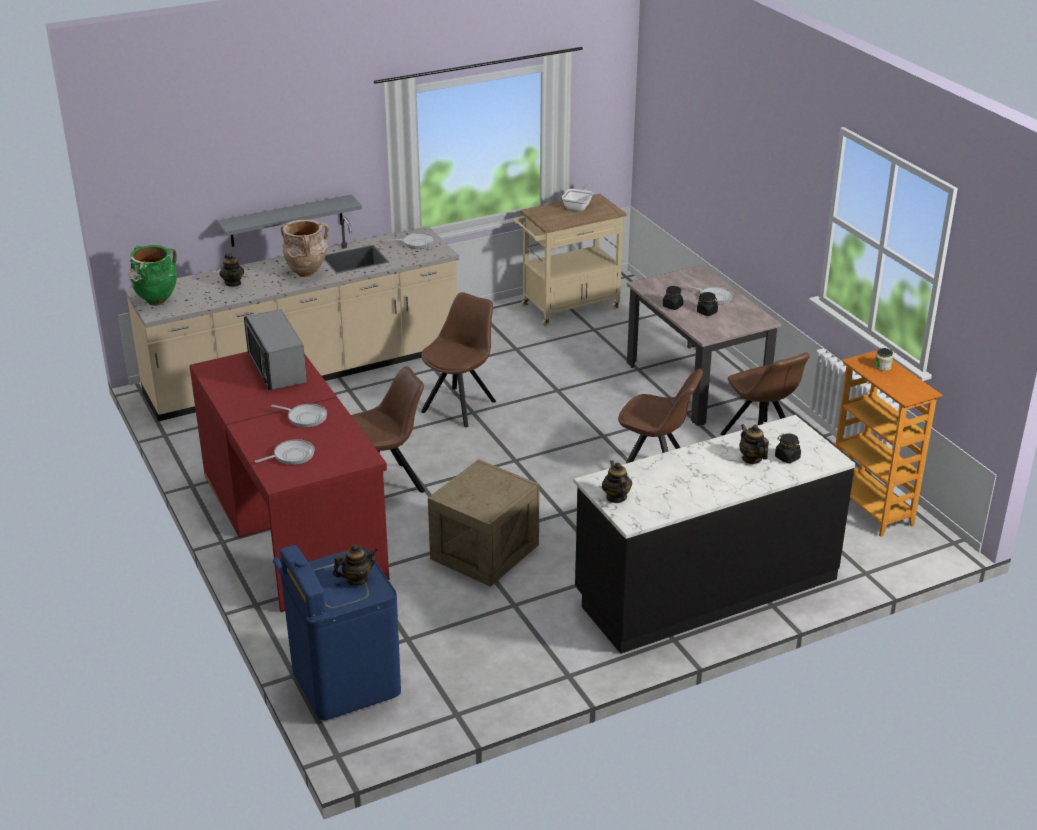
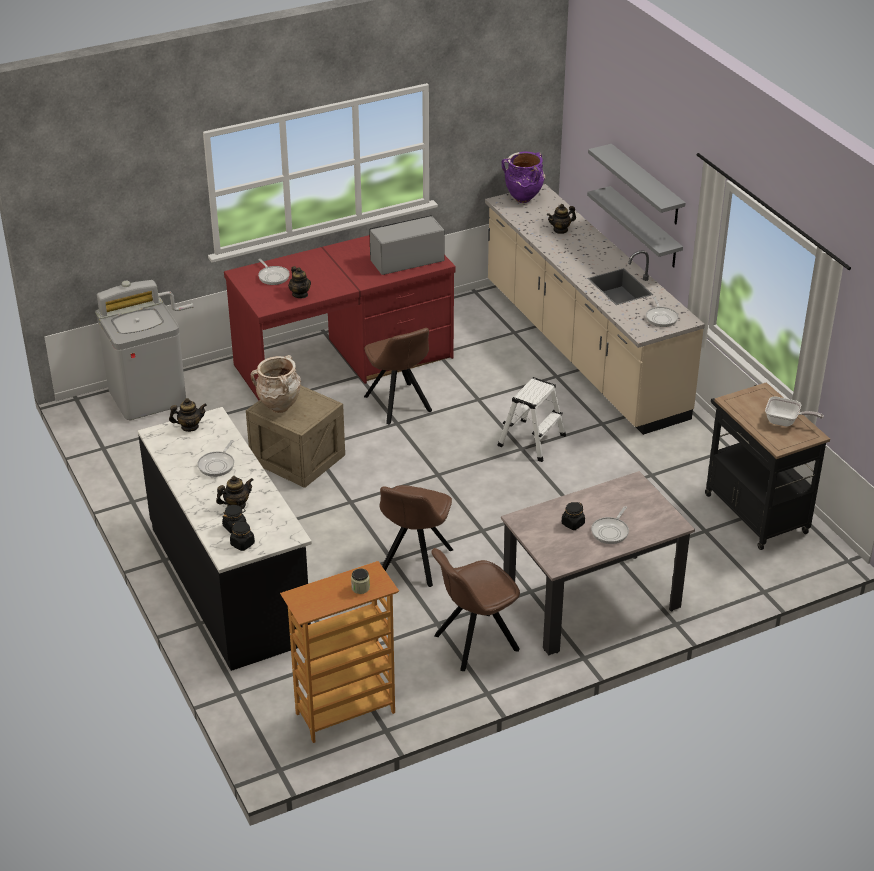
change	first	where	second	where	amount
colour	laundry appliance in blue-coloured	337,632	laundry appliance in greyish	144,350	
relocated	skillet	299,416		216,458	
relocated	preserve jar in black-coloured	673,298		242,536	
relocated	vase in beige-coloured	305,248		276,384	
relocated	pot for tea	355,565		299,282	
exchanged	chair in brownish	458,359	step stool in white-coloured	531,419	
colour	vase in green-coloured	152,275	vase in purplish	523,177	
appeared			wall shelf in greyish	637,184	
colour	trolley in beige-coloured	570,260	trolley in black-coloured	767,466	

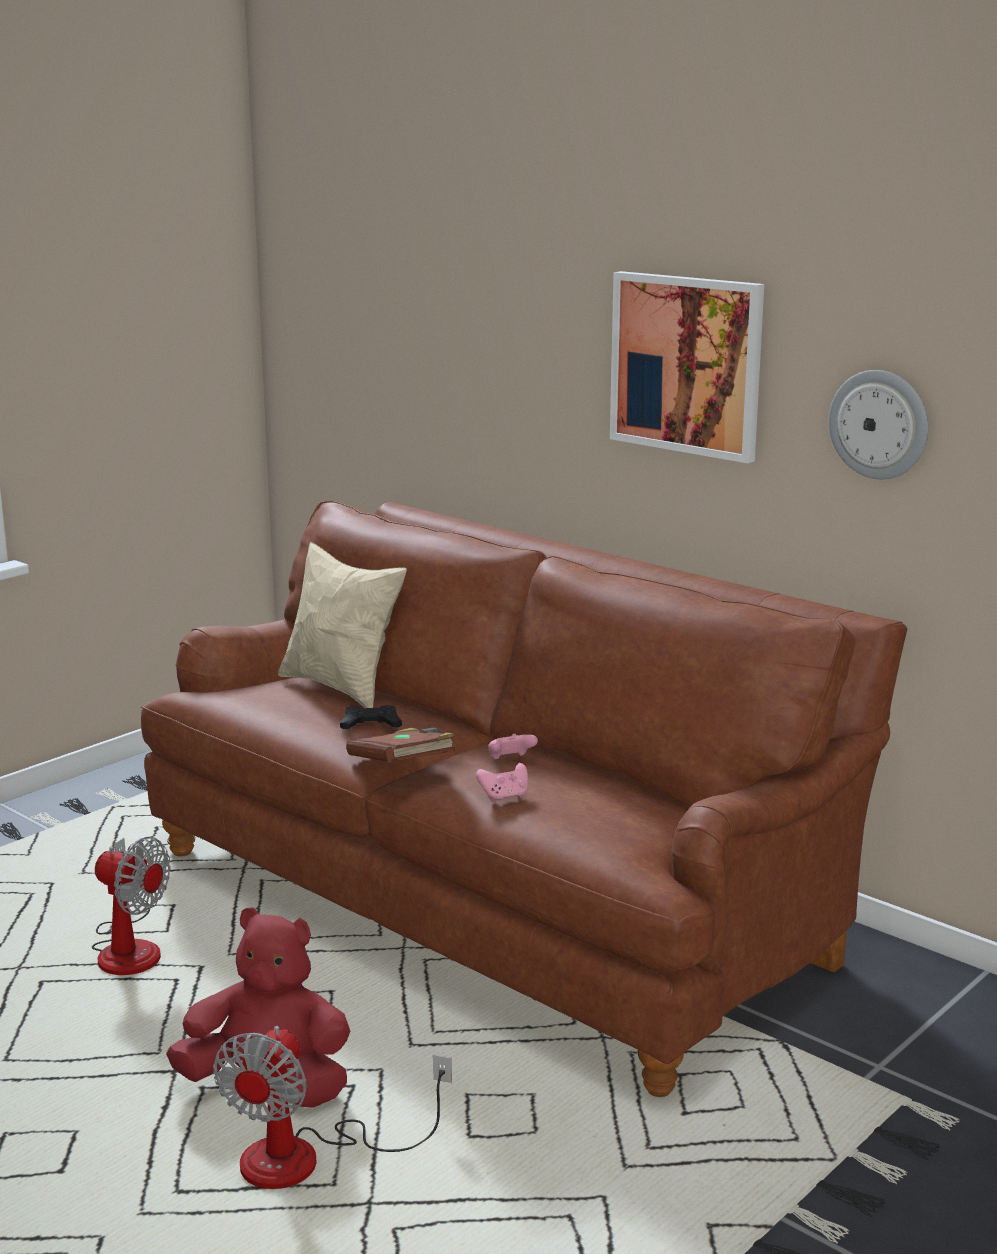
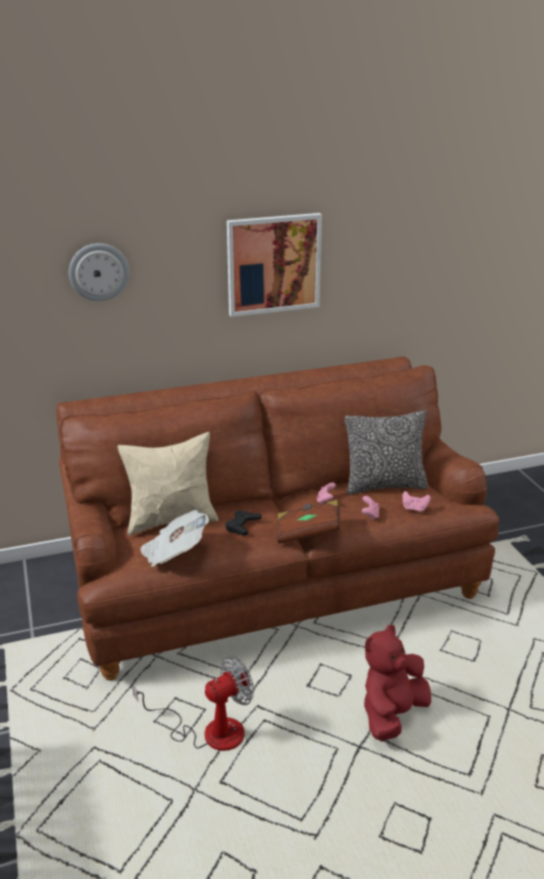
change	first	where	second	where	amount
relocated	hanging clock	878,424		99,272	
appeared			printed paper	174,538	
appeared			cushion	386,453	
appeared			joypad in pink	416,502	
missing	cooling fan	332,1107			

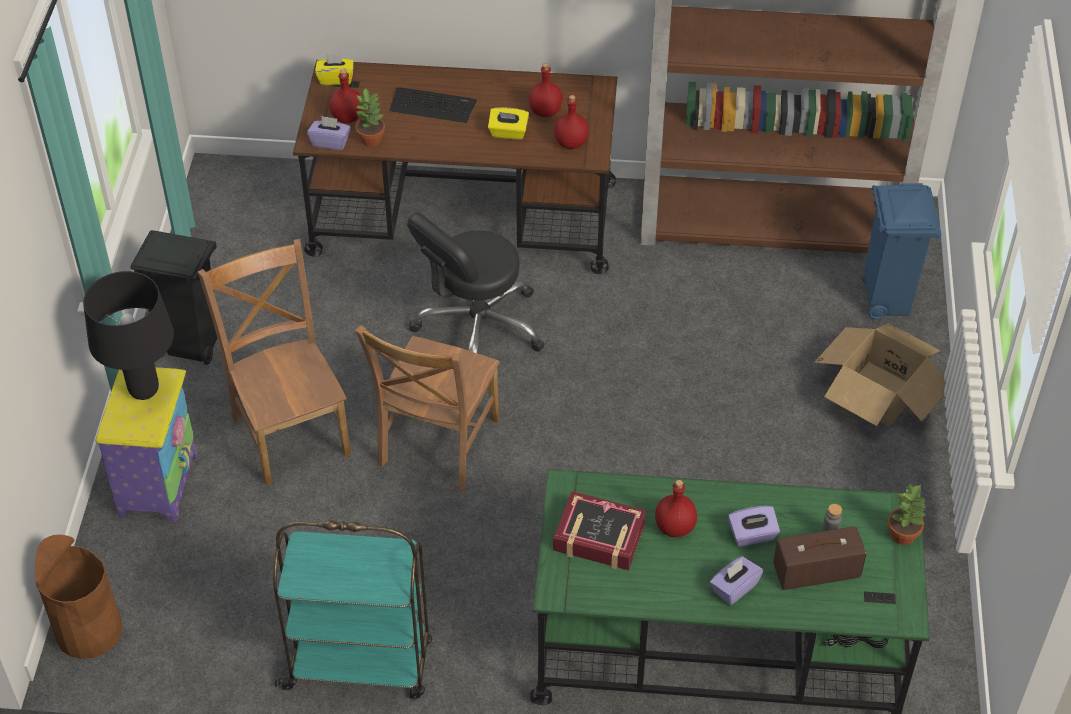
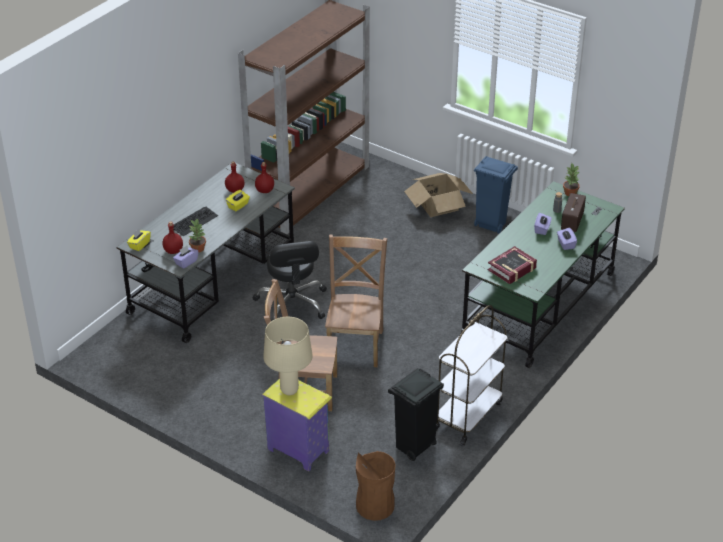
change	first	where	second	where	amount
colour	desk table in brownish	455,167	desk table in greyish	206,253	
colour	table lamp in black-coloured	128,335	table lamp in beige-coloured	288,356	
spun	chair in brownish	427,408		356,300	135 degrees counterclockwise
relocated	rubbish bin in black-coloured	174,297		416,414	
colour	trolley in turquoise	352,609	trolley in white-coloured	472,376	
relocated	rubbish bin in blue-coloured	901,251		496,195	
missing	bottle in reddish	676,508			

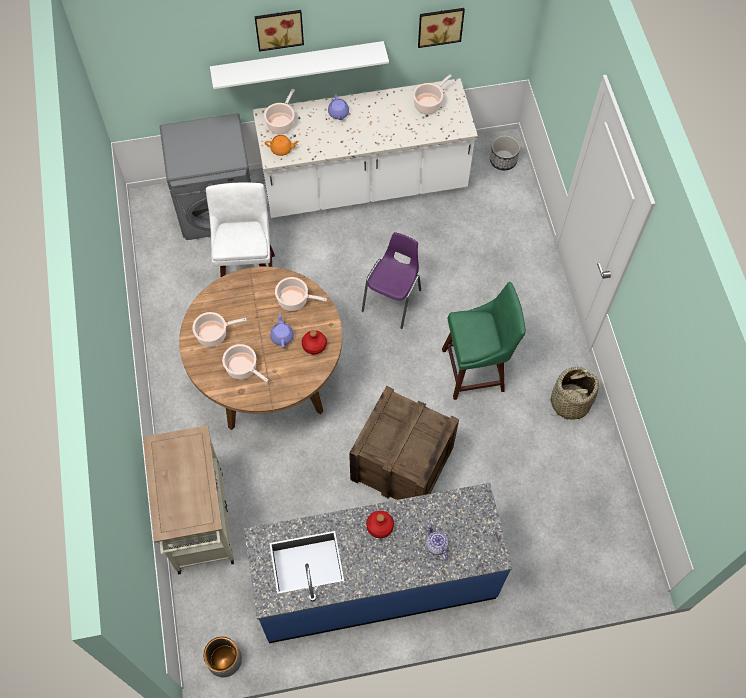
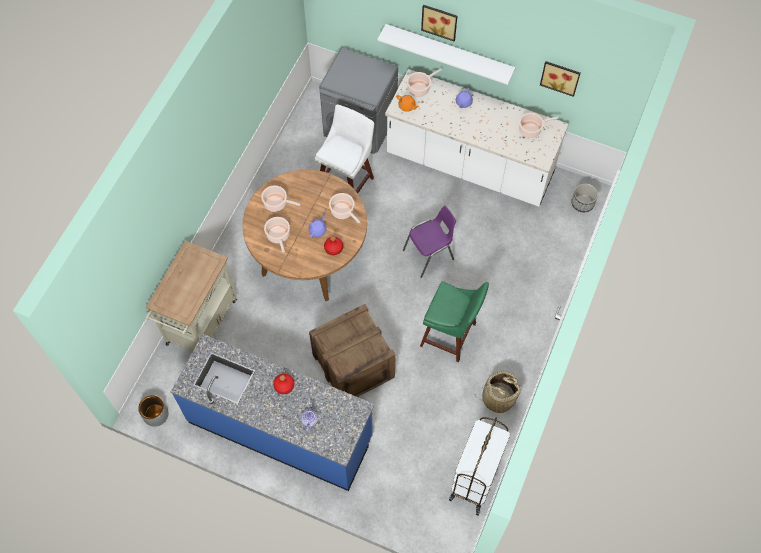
change	first	where	second	where	amount
appeared			trolley in white-coloured	479,466	

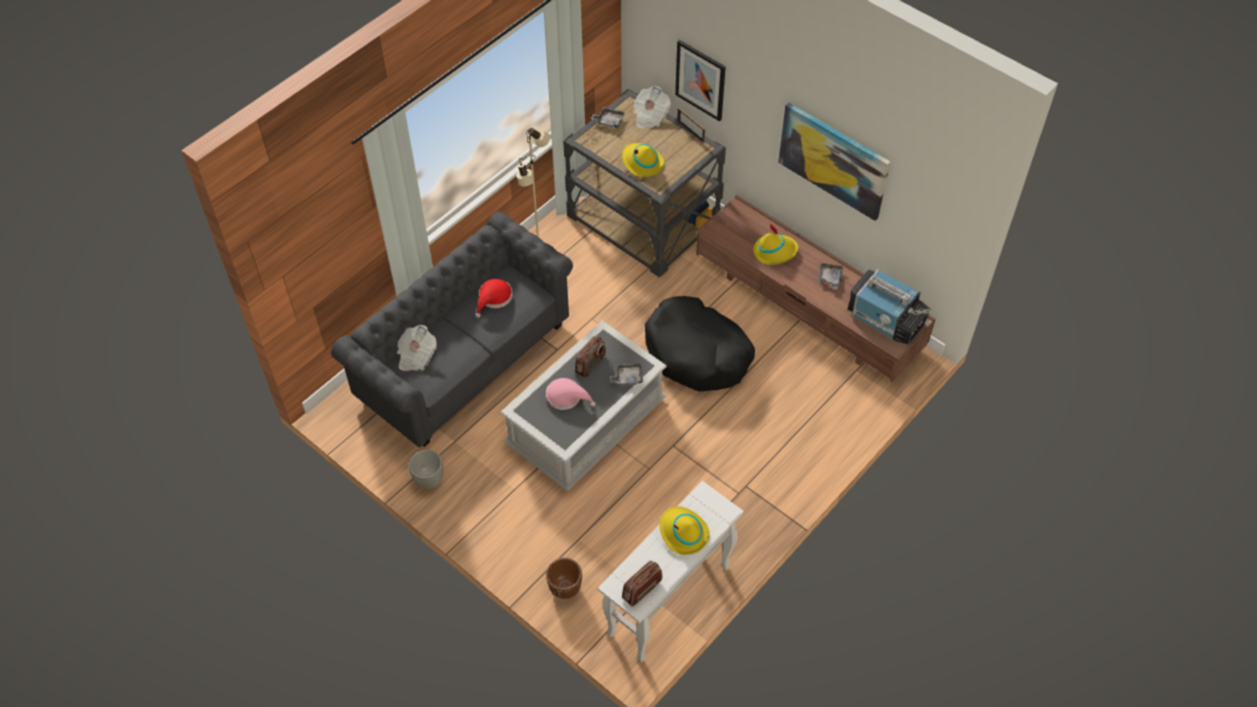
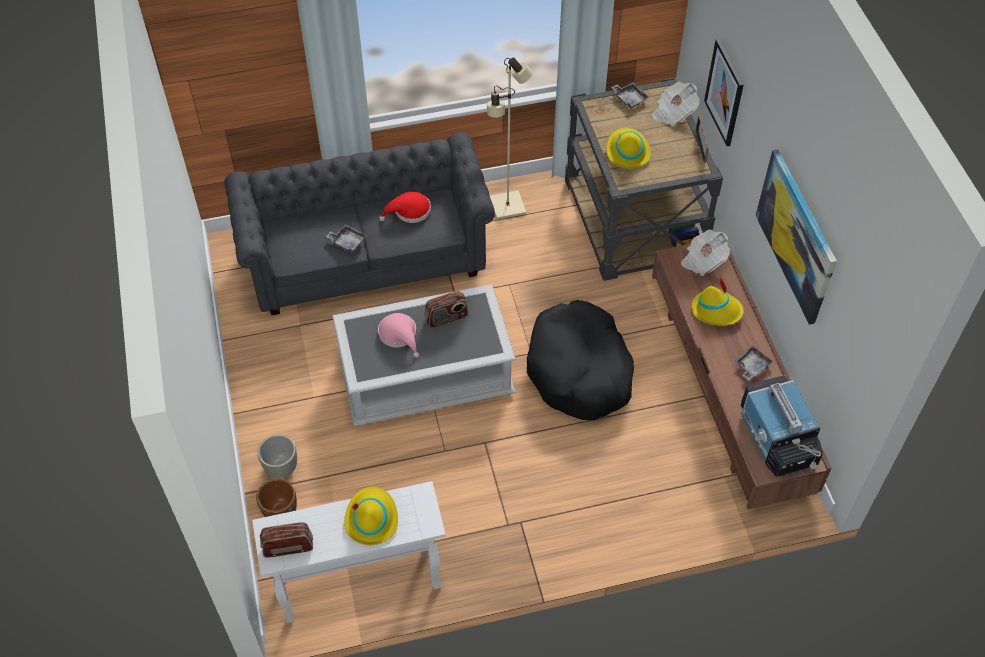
change	first	where	second	where	amount
relocated	plant pot in greyish	426,469		277,456	
relocated	carrying tray in greyish	626,374		346,238	
relocated	printed paper	417,348		705,253	

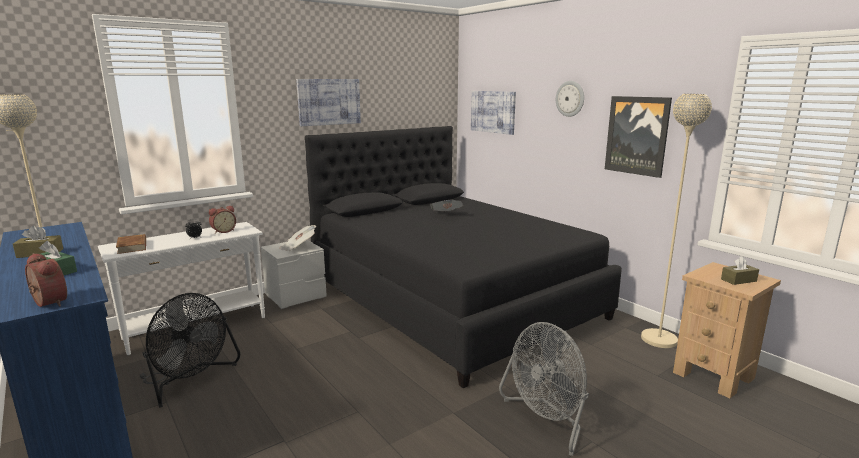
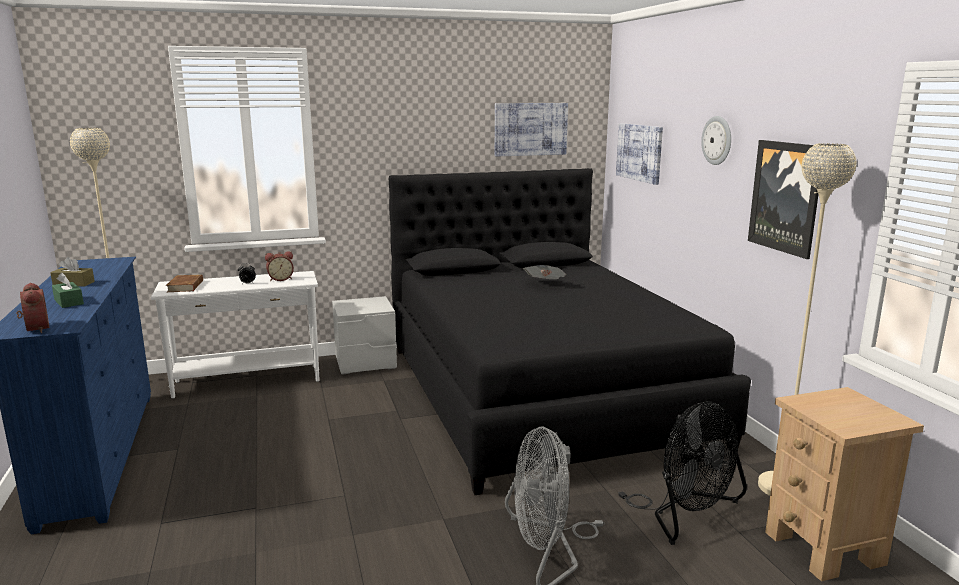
change	first	where	second	where	amount
relocated	picture	328,102		531,129	
relocated	cooling fan in black-coloured	190,350		683,473	
missing	printed paper	297,238			
missing	tissue holder in brownish	740,270			

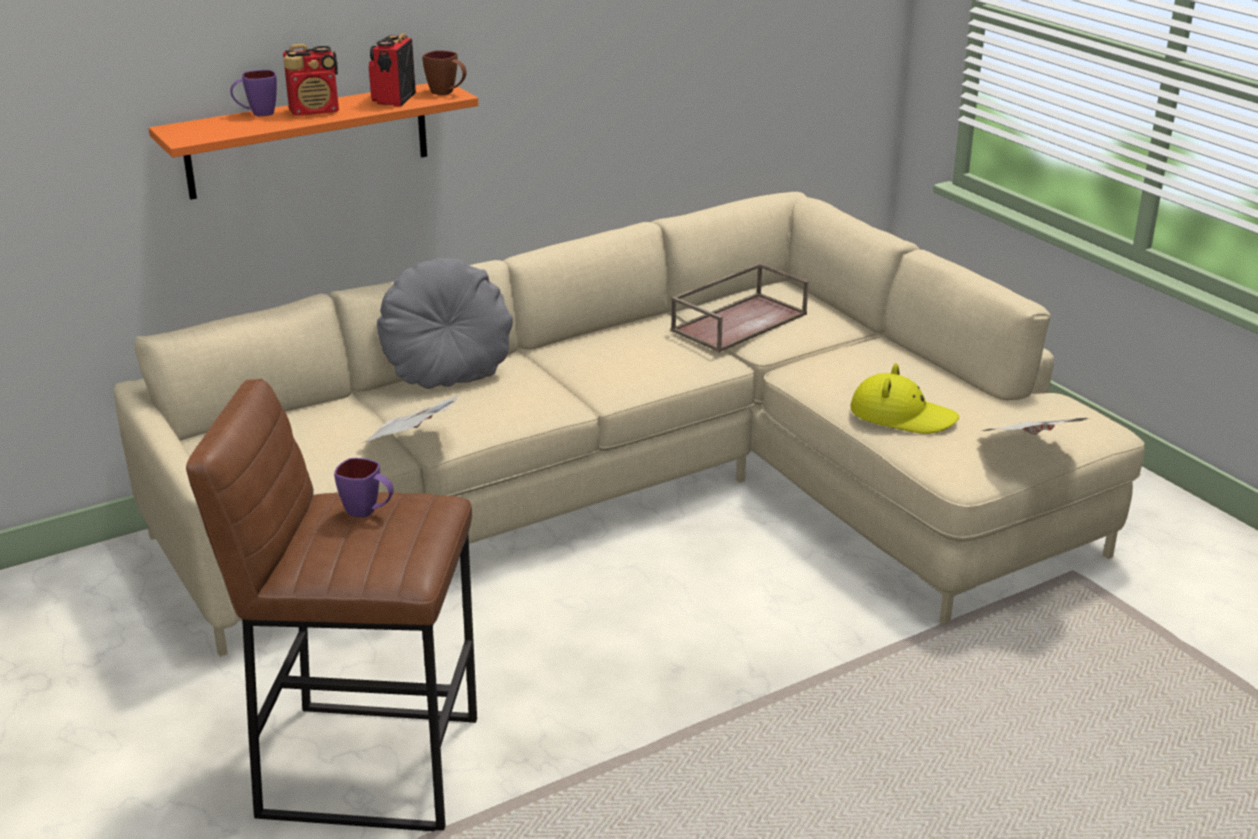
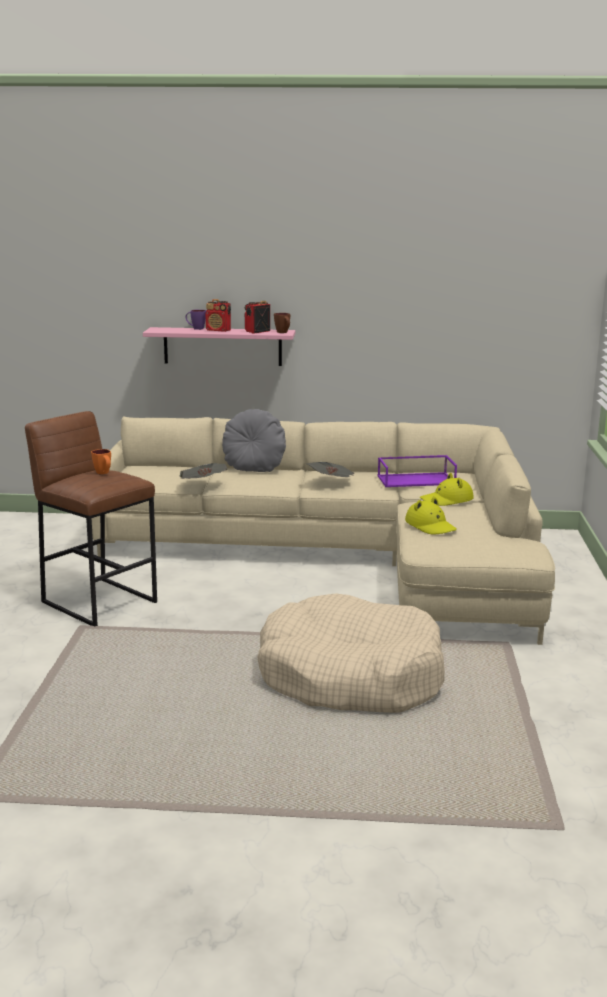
change	first	where	second	where	amount
colour	coffee mug in purplish	364,488	coffee mug in orange-coloured	101,461	
colour	wall shelf in orange-coloured	313,141	wall shelf in pink	219,346	
appeared			dog bed in beige-coloured	351,653	
relocated	printed paper	1035,426		330,469	
colour	carrying tray in brownish	740,307	carrying tray in purplish	417,471	
appeared			hat in yellowish	447,489	

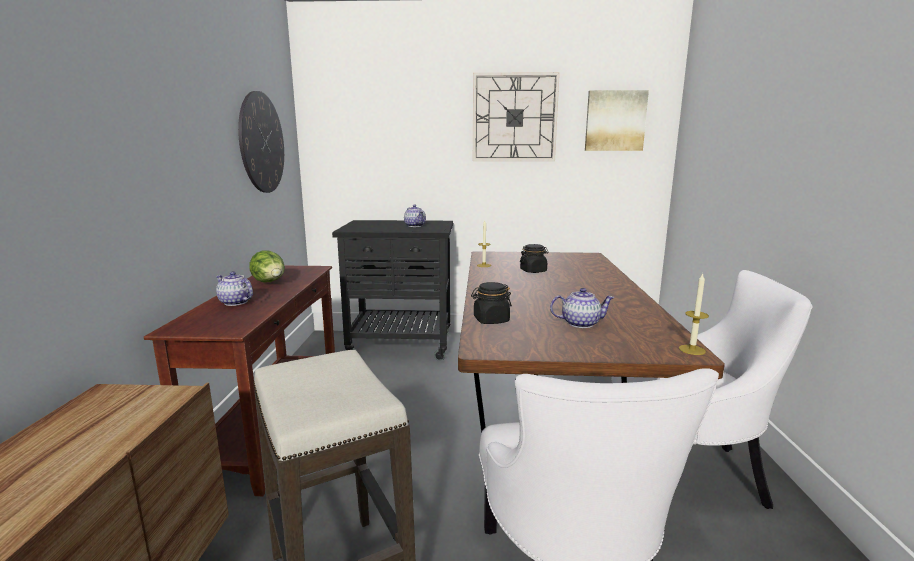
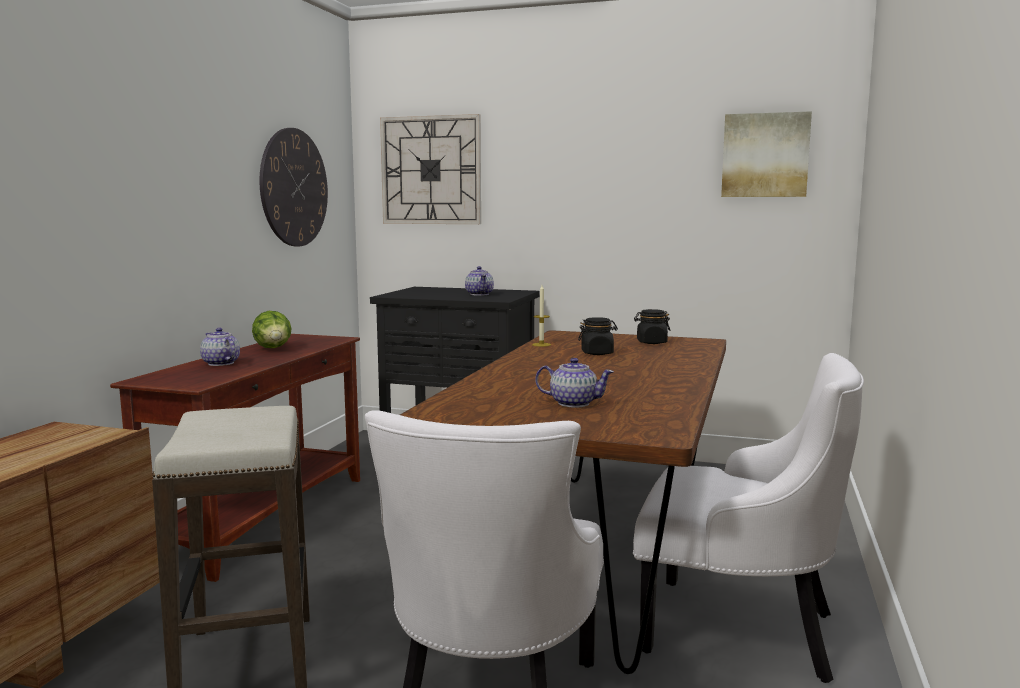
change	first	where	second	where	amount
relocated	hanging clock	516,116		430,169	
relocated	preserve jar in black-coloured	491,303		652,326	
missing	wax candle	694,314			

